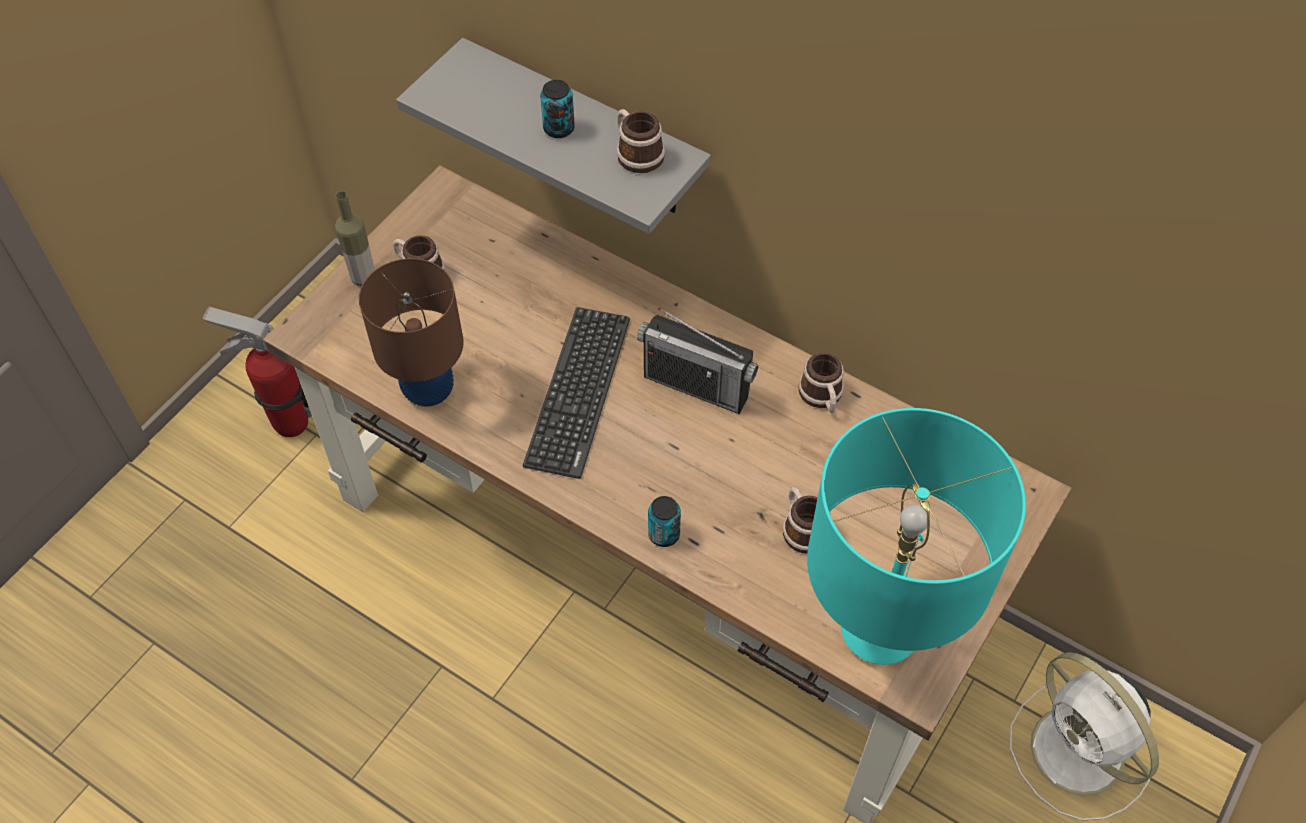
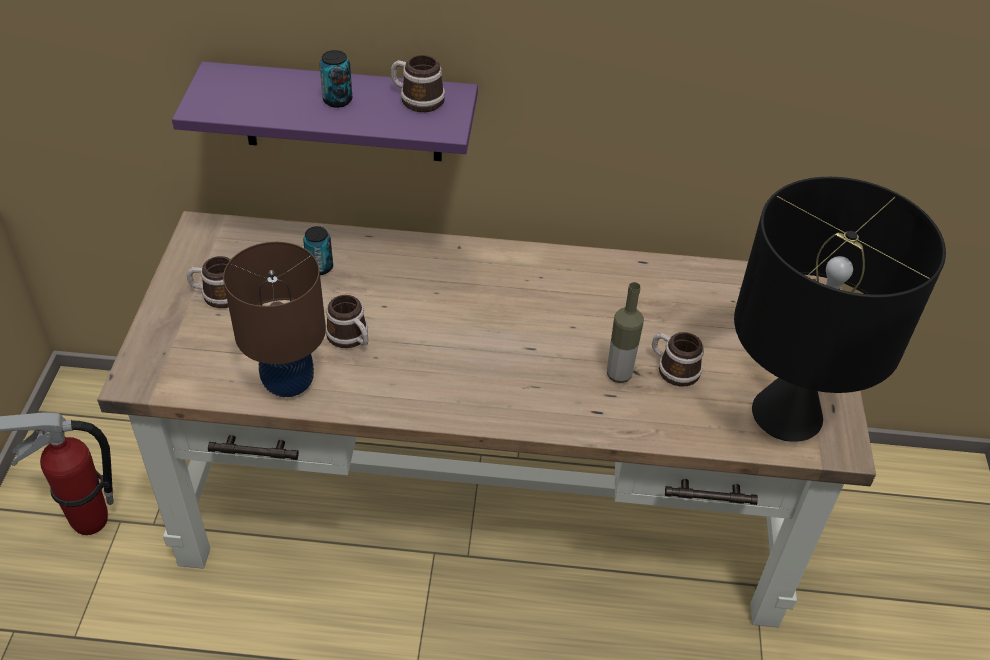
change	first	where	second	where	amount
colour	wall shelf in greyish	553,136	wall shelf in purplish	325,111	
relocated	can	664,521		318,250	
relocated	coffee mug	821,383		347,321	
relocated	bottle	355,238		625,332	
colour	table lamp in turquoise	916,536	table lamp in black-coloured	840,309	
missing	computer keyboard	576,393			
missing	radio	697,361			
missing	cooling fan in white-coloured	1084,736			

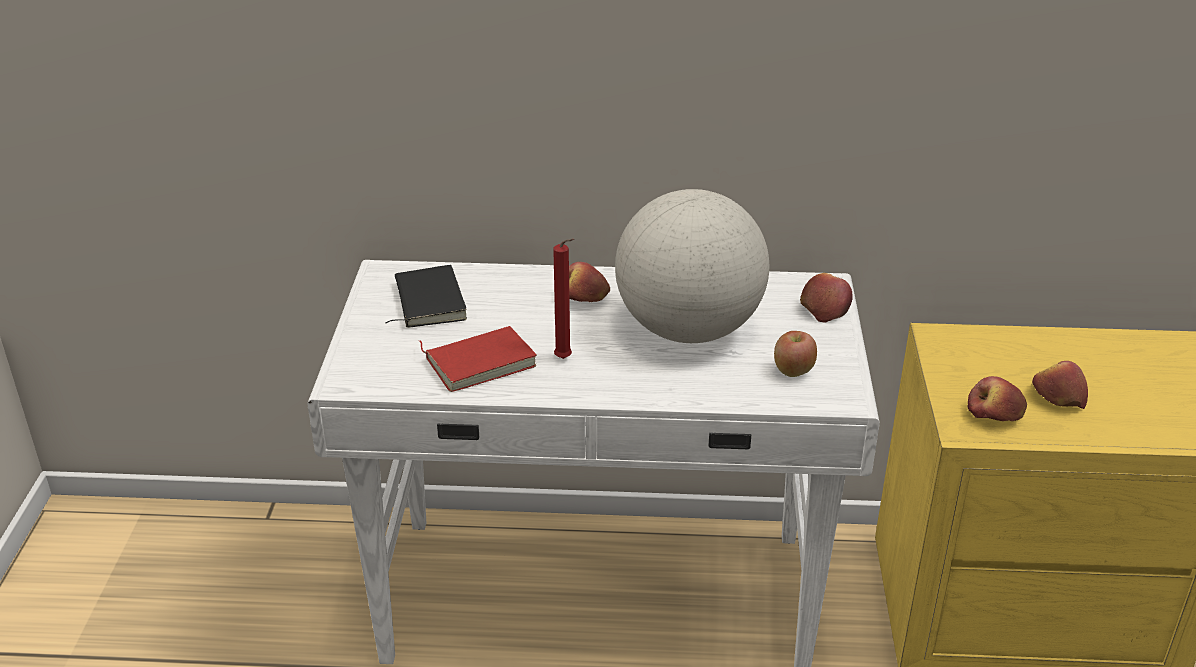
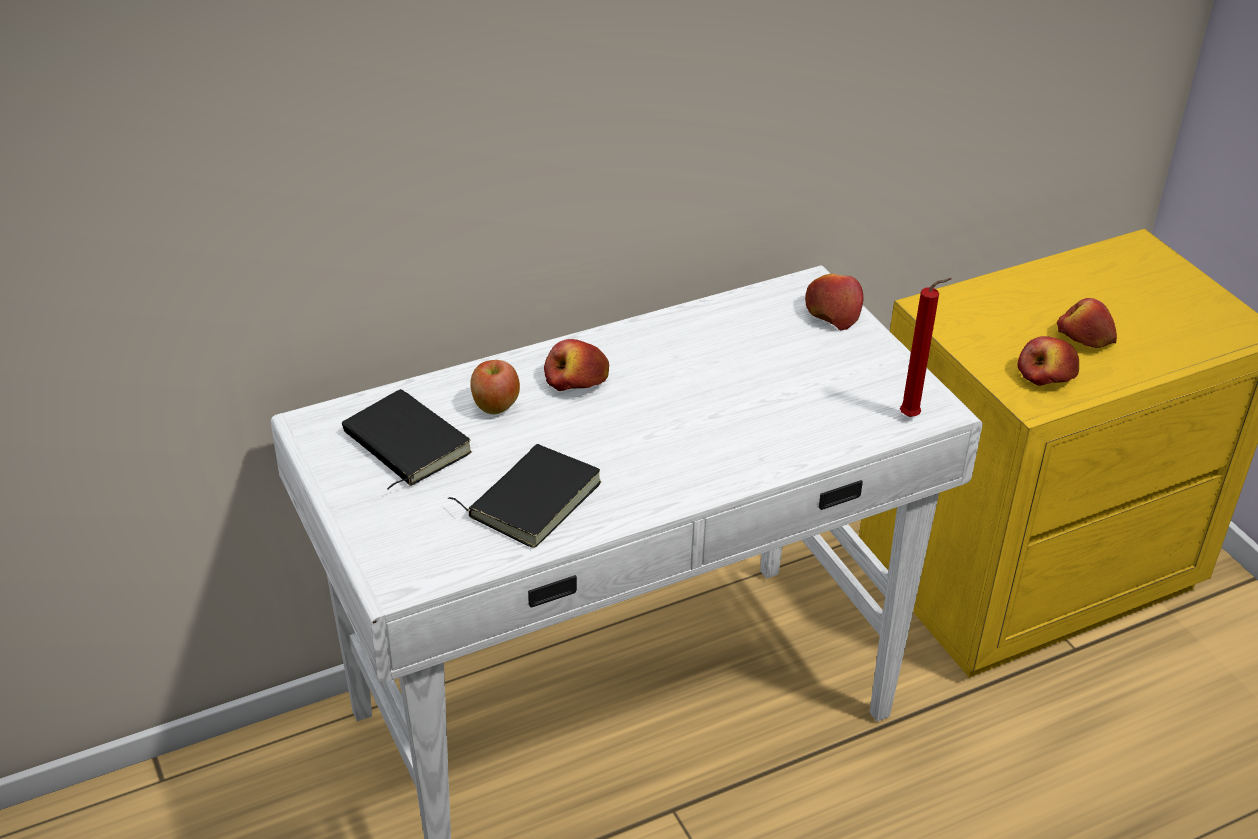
change	first	where	second	where	amount
colour	bound book in reddish	478,359	bound book in black-coloured	524,496	
relocated	apple fruit	795,354		495,387	
relocated	wax candle in reddish	563,298		926,347	
missing	globe	692,266			

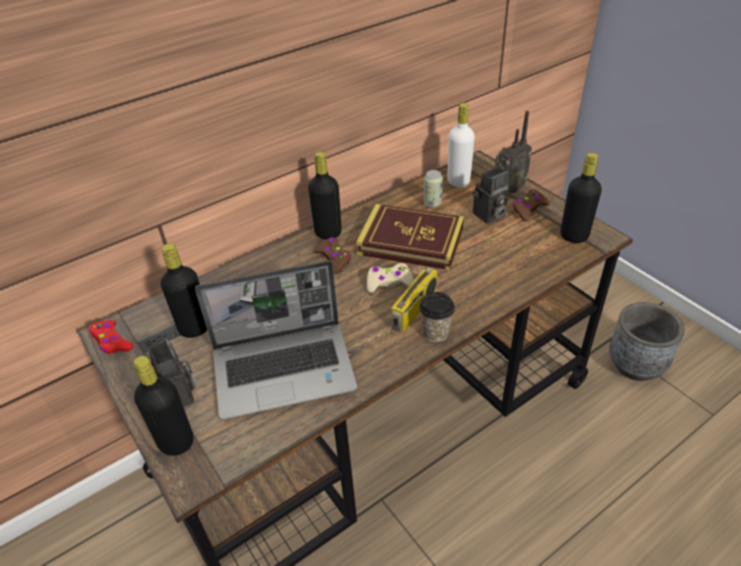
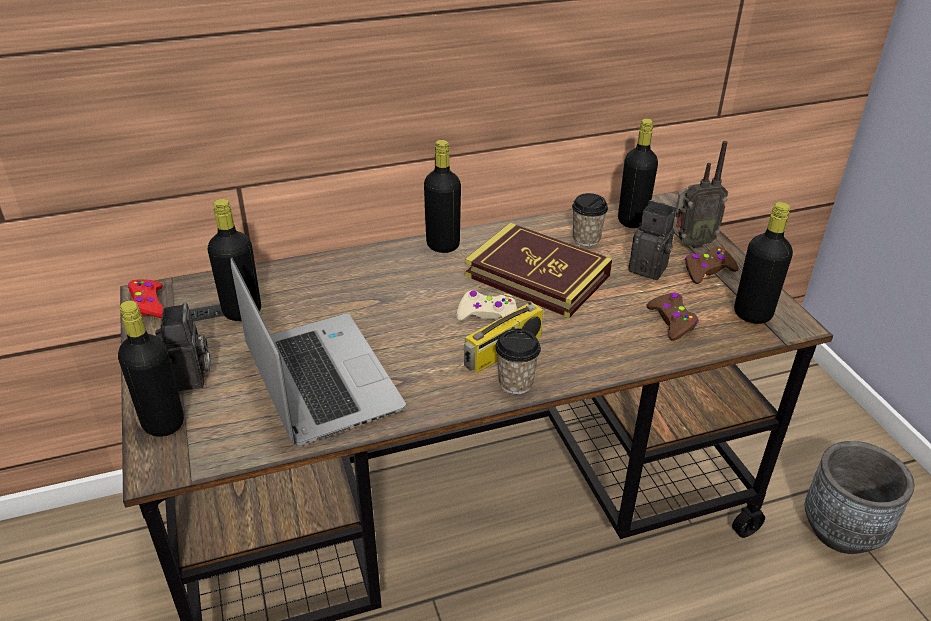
change	first	where	second	where	amount
spun	notebook computer	276,340		318,351	120 degrees counterclockwise
exchanged	can	433,189	cup	590,219	
colour	bottle in white-coloured	461,145	bottle in black-coloured	638,173	
spun	photo camera	490,195		652,240	135 degrees counterclockwise
relocated	joypad in brownish	332,255		672,317	

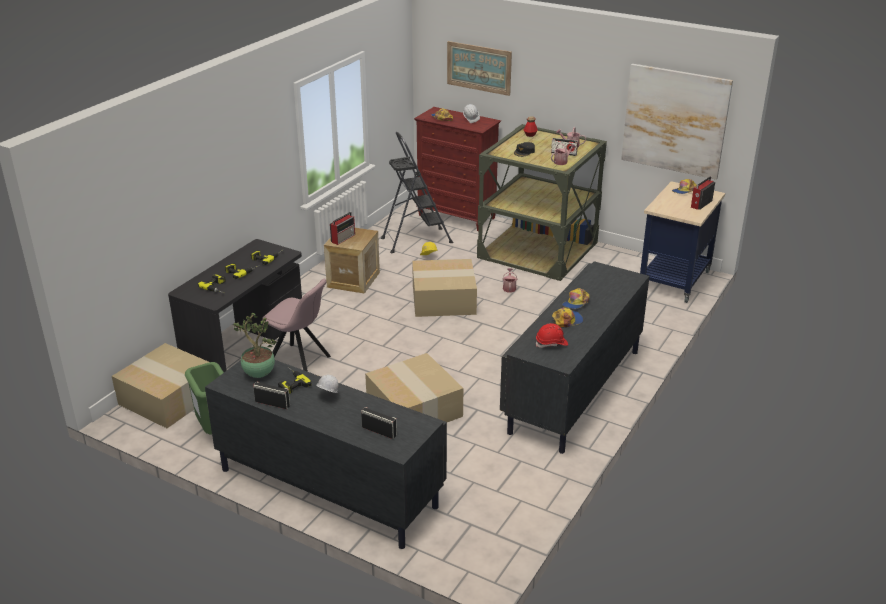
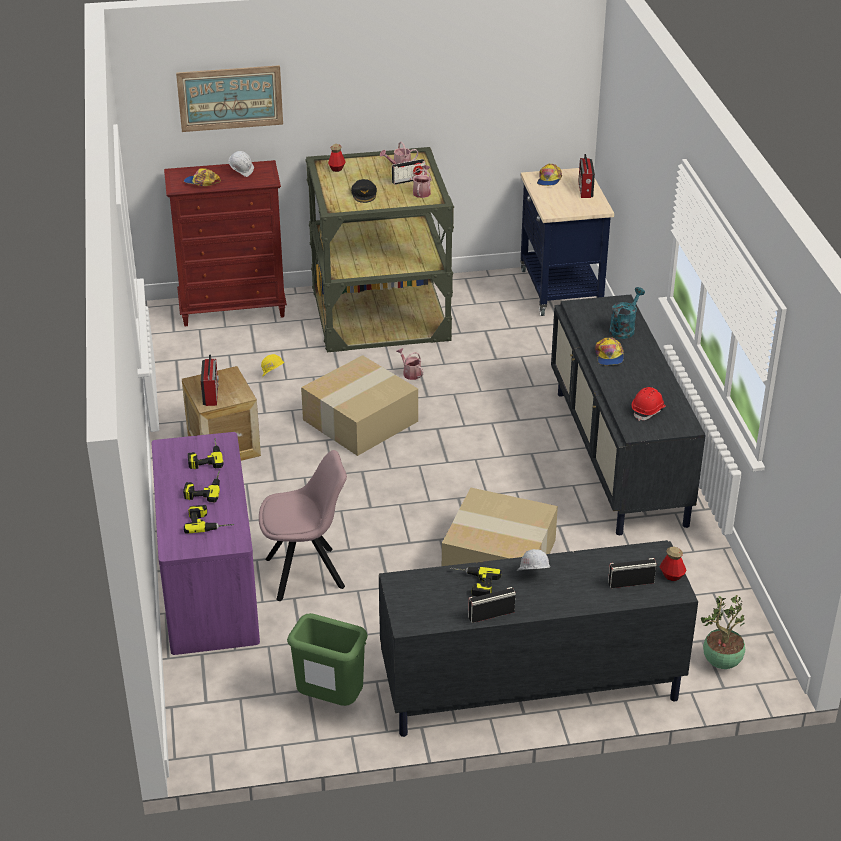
change	first	where	second	where	amount
colour	desk table in black-coloured	235,305	desk table in purplish	206,543	
appeared			watering can in turquoise	627,313	
appeared			bottle	673,564	
relocated	potted plant	255,345		723,632	
missing	packing box	160,385			
missing	step stool	417,192			
missing	peaked cap	567,317			
missing	picture	677,122			

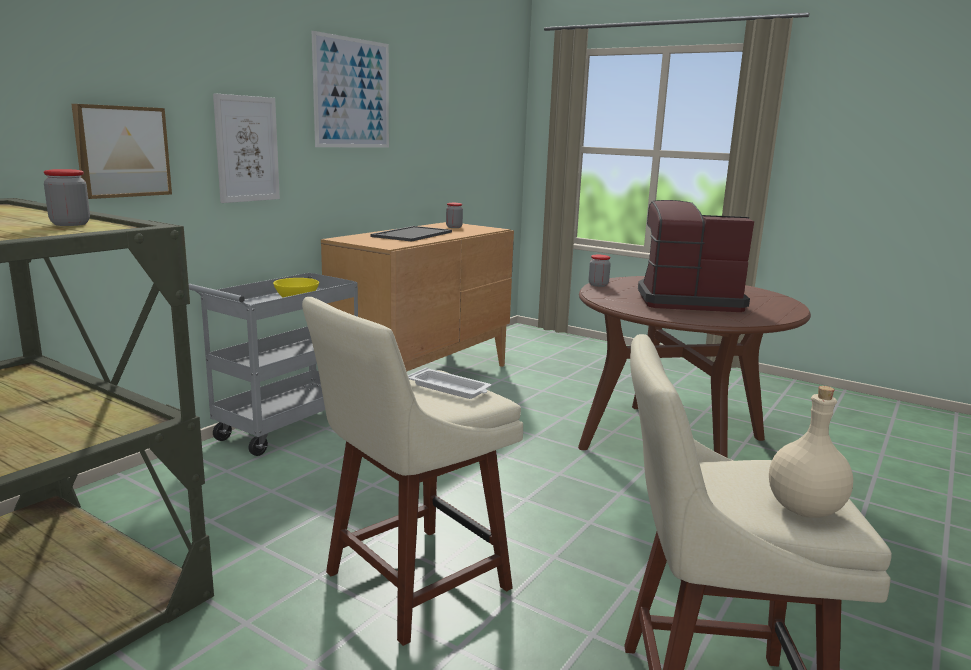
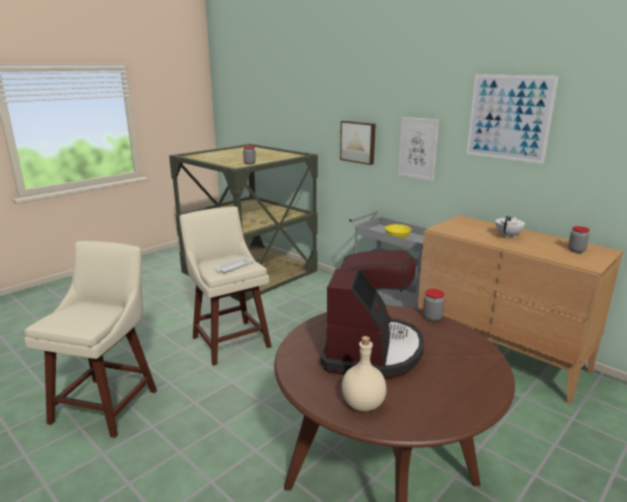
change	first	where	second	where	amount
relocated	bottle in beige-coloured	811,452		364,373	
exchanged	carrying tray	411,234	pot for tea in white-coloured	510,227	

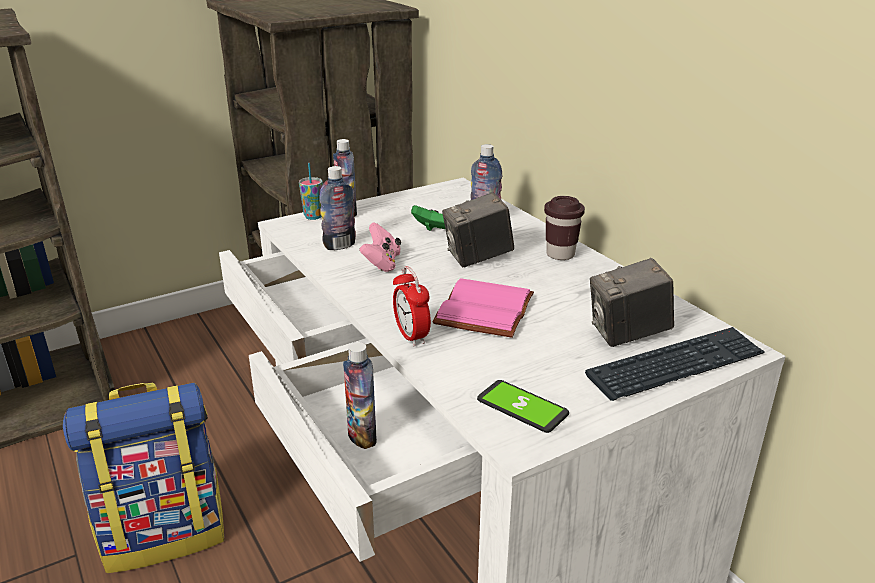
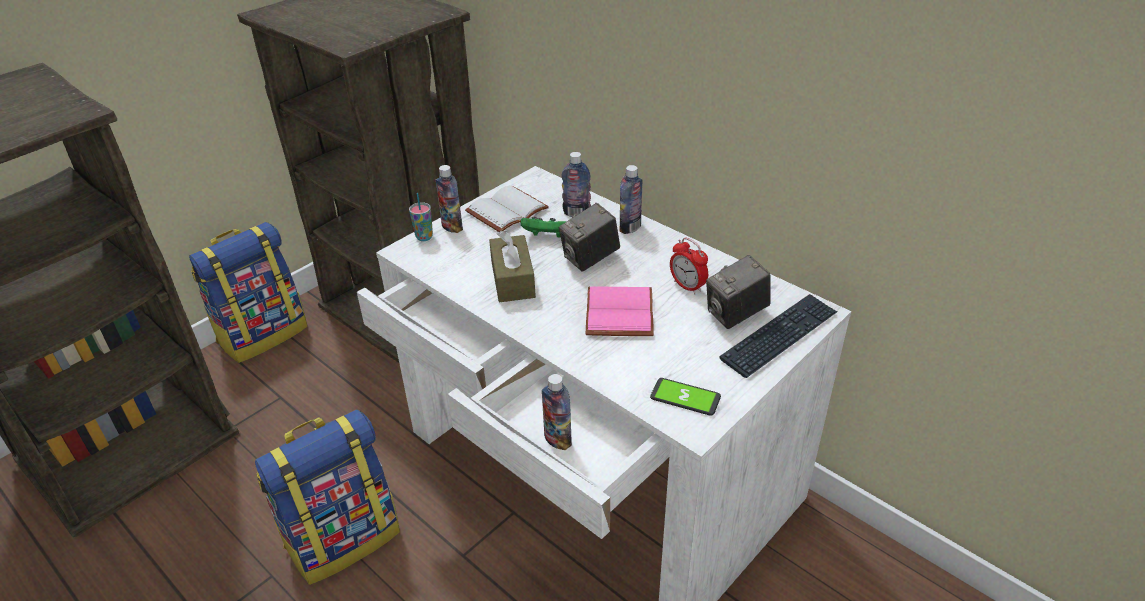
change	first	where	second	where	amount
appeared			knapsack	248,292	
appeared			bound book in white-coloured	507,208	
exchanged	joypad in pink	380,247	tissue holder in brownish	512,266	
relocated	bottle	337,208		630,199	
relocated	table clock	412,306		689,266	
missing	cup in brownish	564,228			

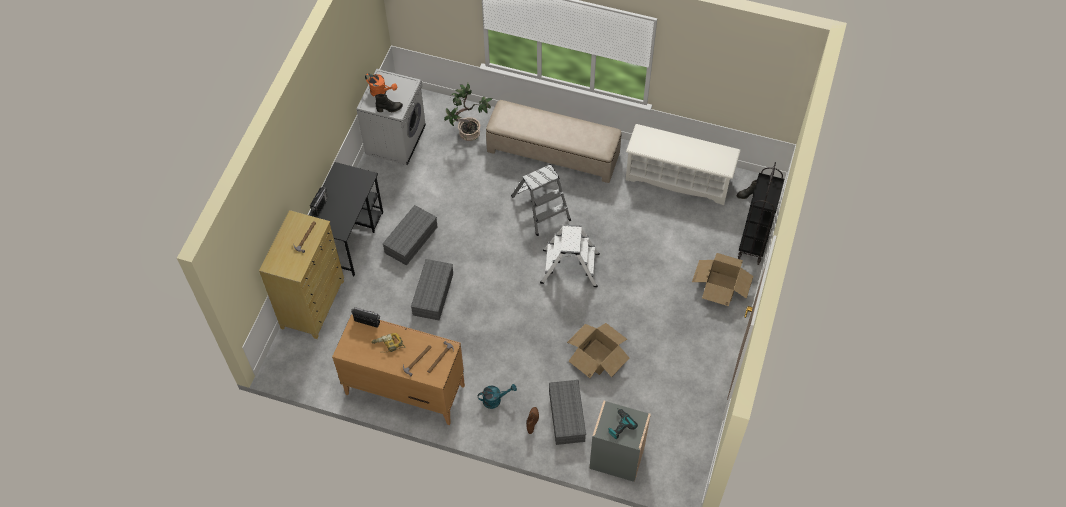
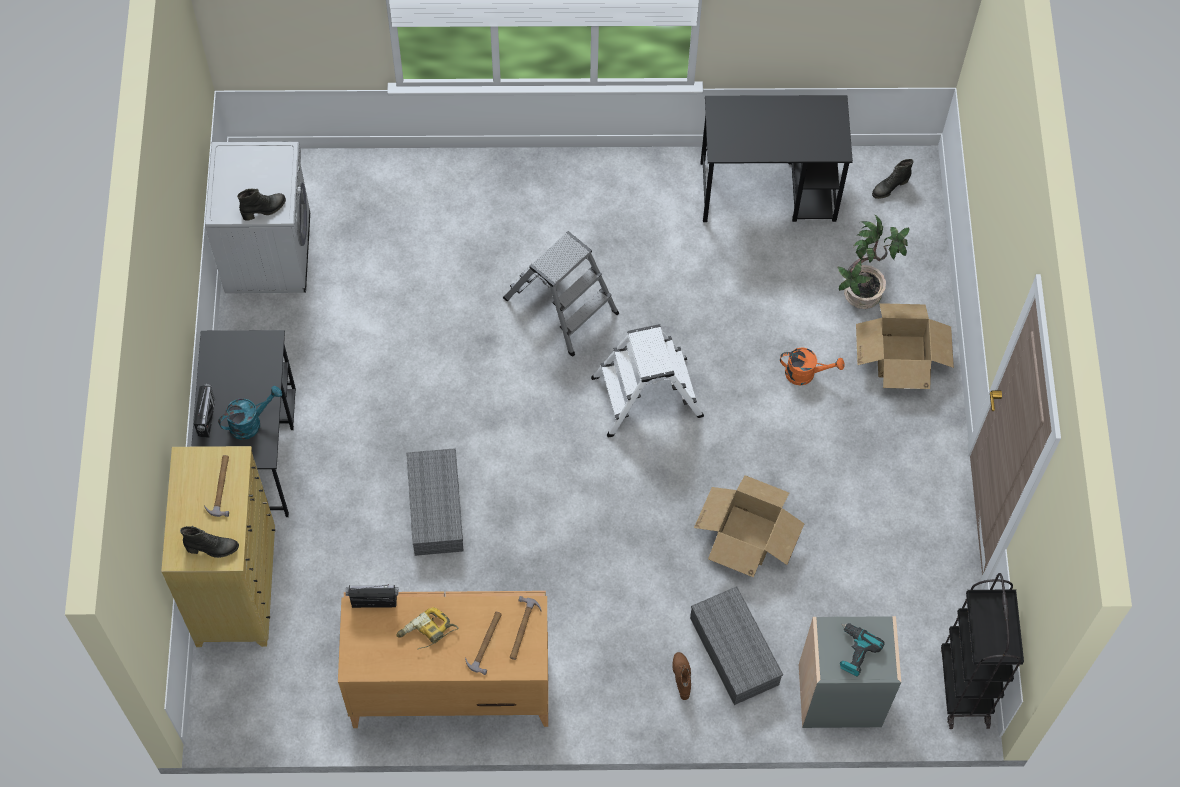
change	first	where	second	where	amount
appeared			tall boot in black-coloured	209,542	
relocated	watering can in turquoise	497,396		250,413	
exchanged	shoe stand in white-coloured	683,164	desk table in black-coloured	776,158	
relocated	watering can in orange-coloured	381,85		812,366	
relocated	potted plant	468,112		873,261	
relocated	trolley in black-coloured	761,213		982,651	
missing	storage bin in greyish	410,235			
missing	bench in beige-coloured	554,141			

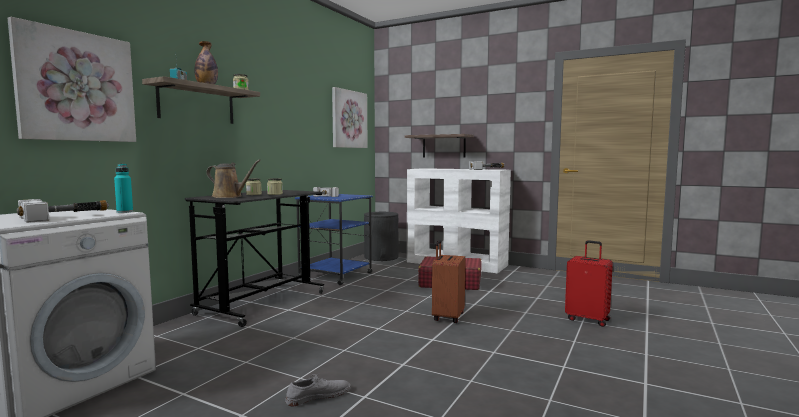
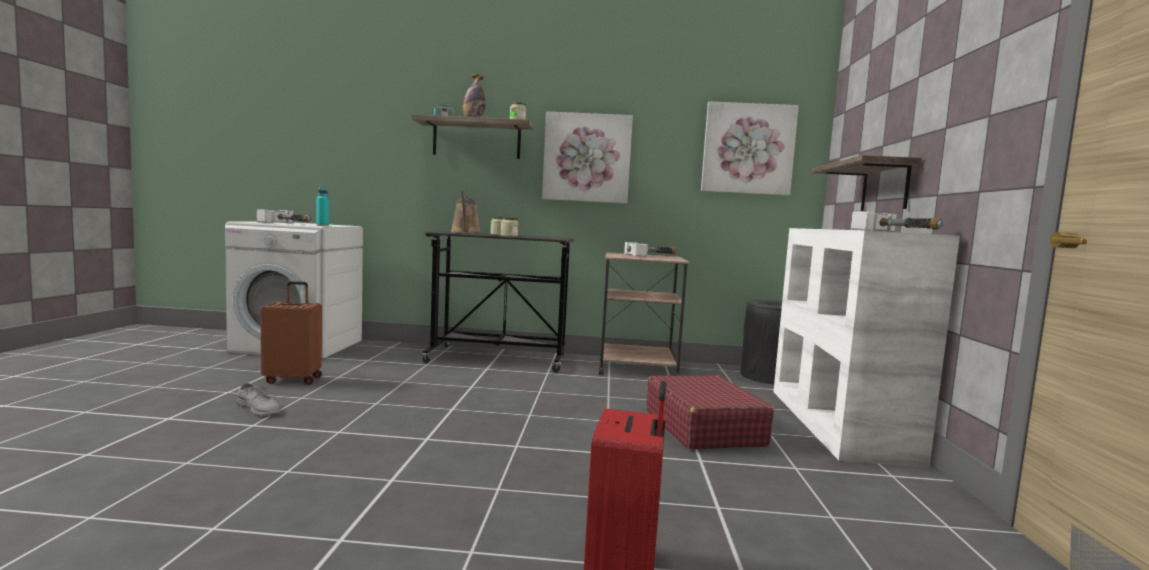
change	first	where	second	where	amount
relocated	travel case in brownish	448,281		291,333	
relocated	picture	72,79		587,157	
colour	trolley in blue-coloured	334,239	trolley in brownish	644,314	

